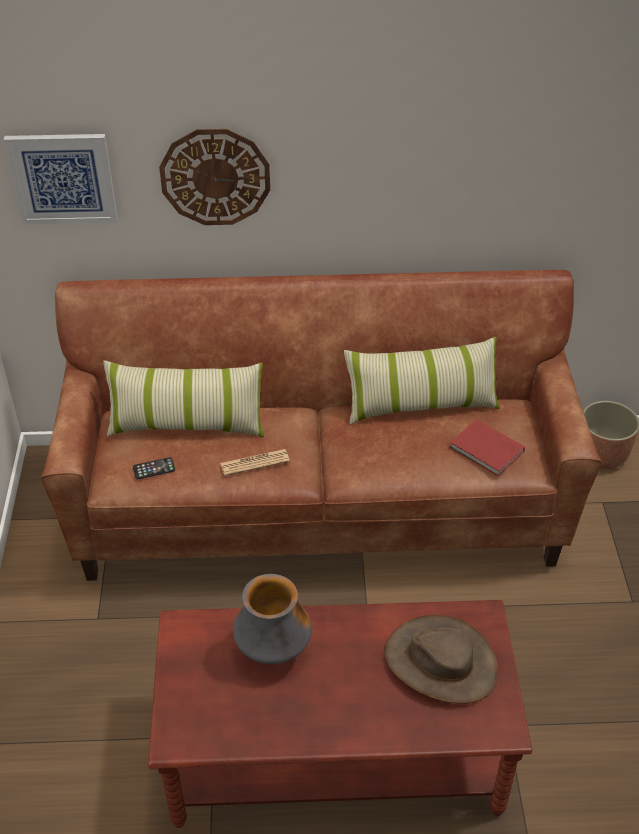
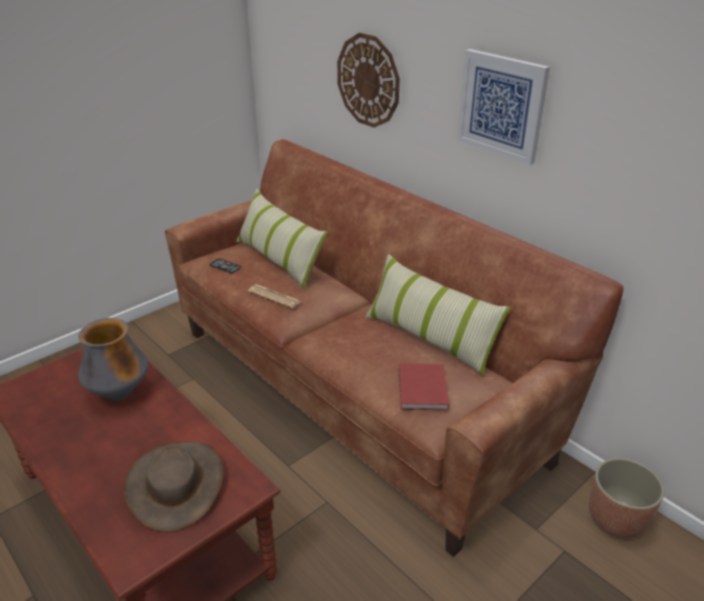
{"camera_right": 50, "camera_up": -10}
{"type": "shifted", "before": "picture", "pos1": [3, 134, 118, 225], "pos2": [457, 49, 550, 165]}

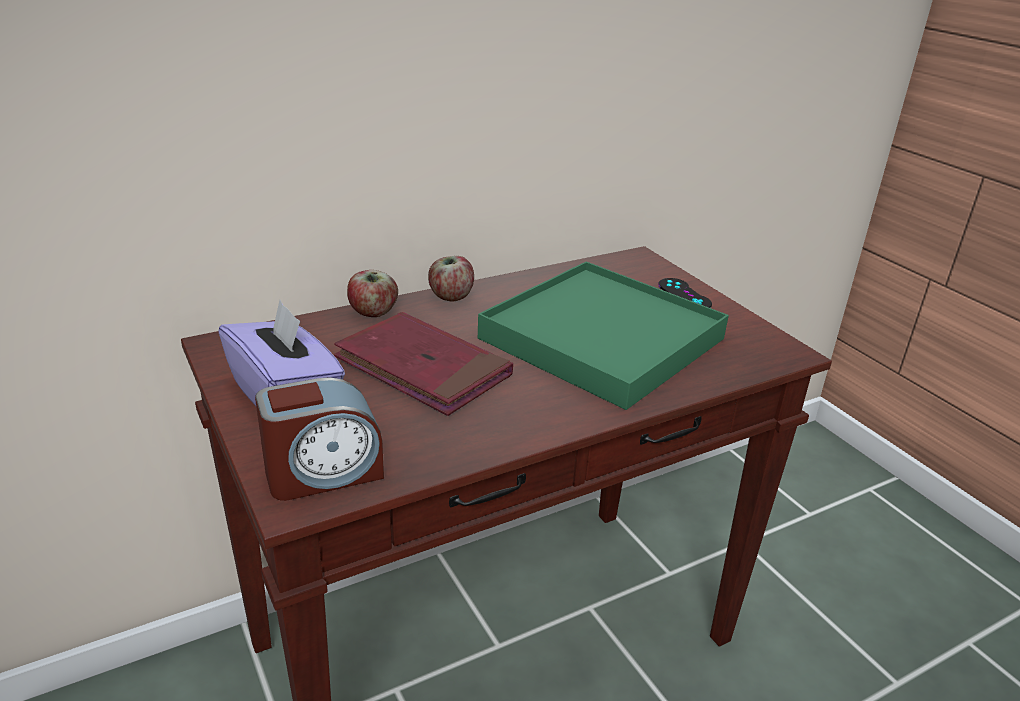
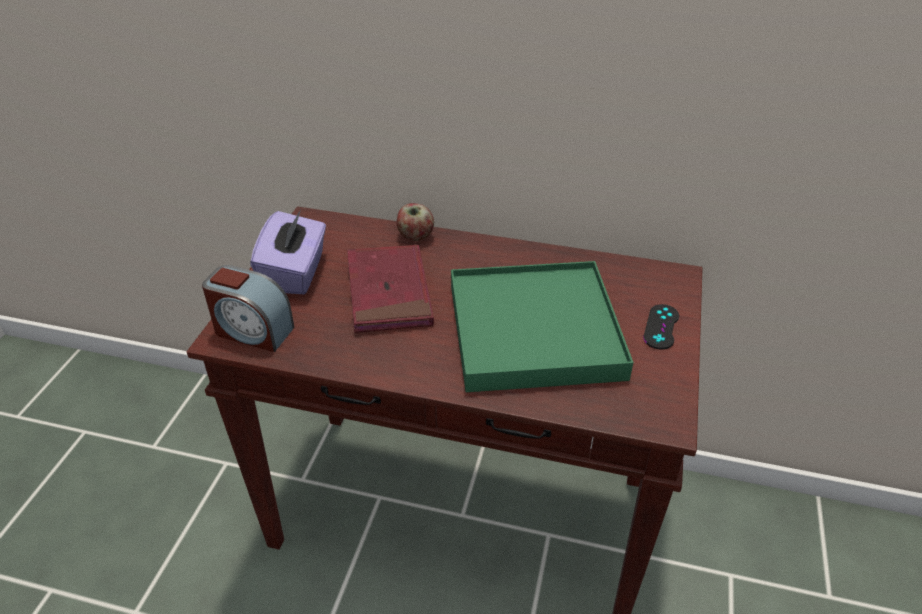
{"camera_right": 45, "camera_up": 10}
{"type": "gone", "before": "apple", "pos1": [428, 256, 474, 301]}

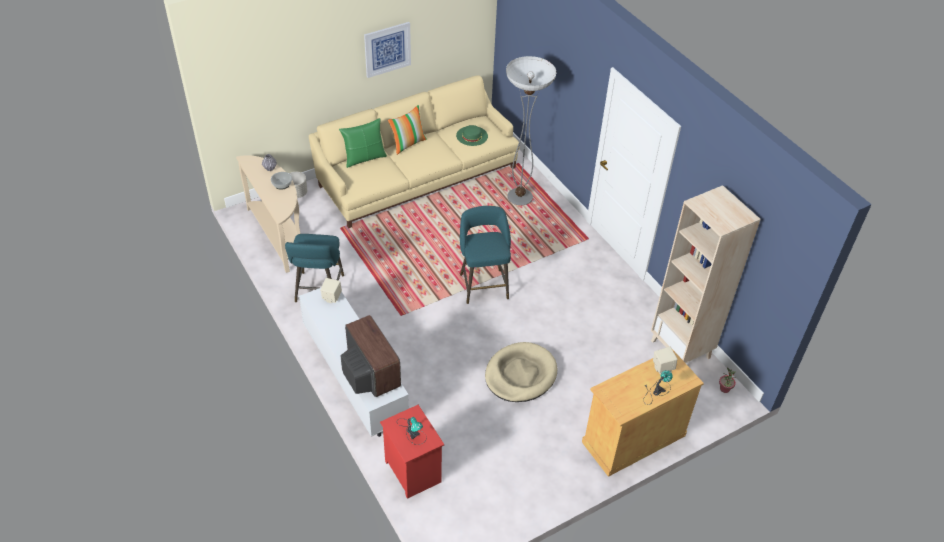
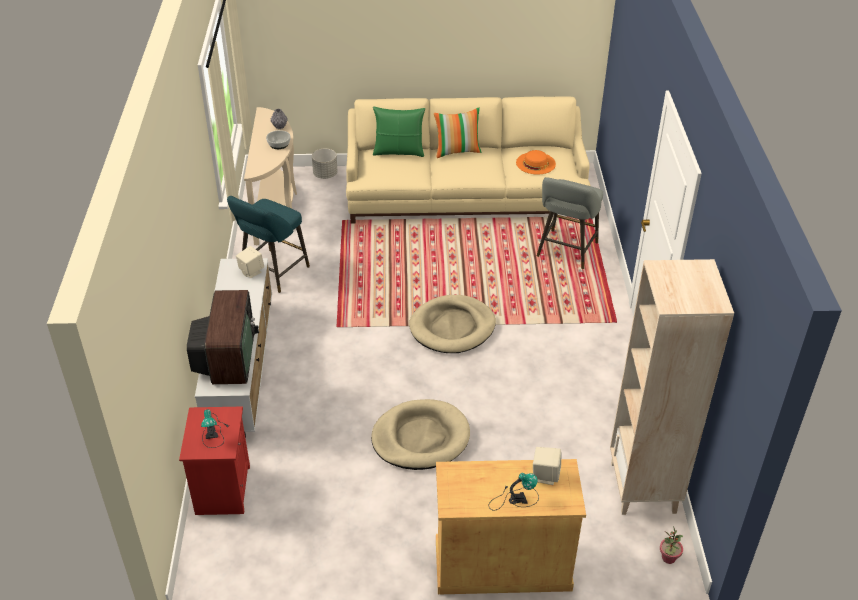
{"camera_right": 30, "camera_up": -5}
{"type": "swapped", "before": "stool (turquoise)", "after": "dog bed (beige)", "pos1": [460, 206, 511, 304], "pos2": [409, 295, 496, 353]}
{"type": "repainted", "before": "hat (green)", "after": "hat (orange)", "pos1": [456, 125, 488, 146], "pos2": [516, 150, 556, 175]}
{"type": "swapped", "before": "floor lamp", "after": "stool (grey)", "pos1": [506, 56, 556, 205], "pos2": [537, 177, 603, 269]}
{"type": "gone", "before": "picture", "pos1": [364, 22, 411, 78]}

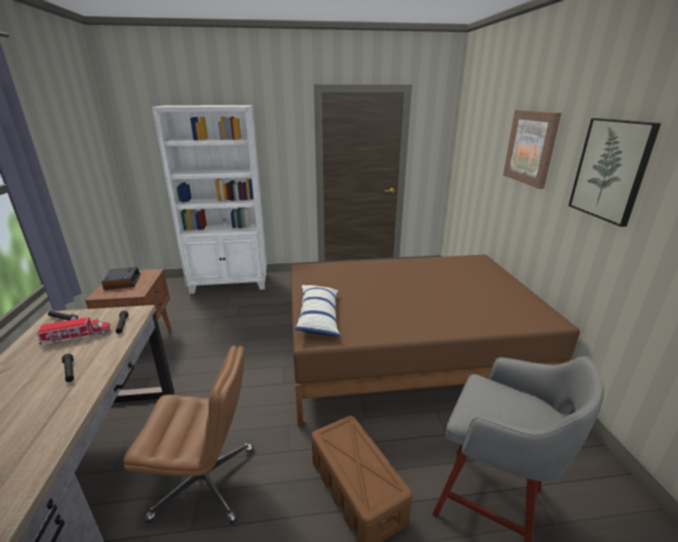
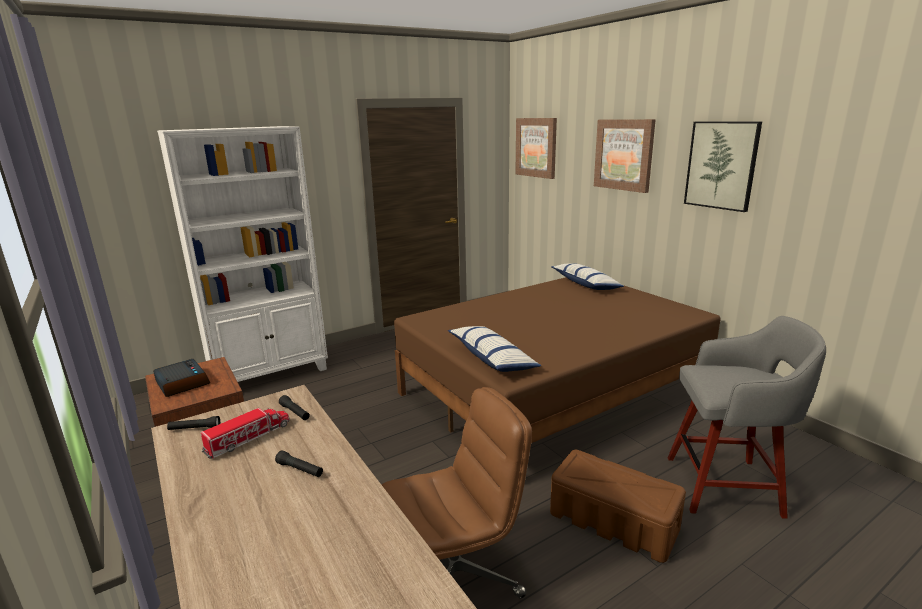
{"camera_right": -25, "camera_up": -5}
{"type": "new", "after": "picture", "pos2": [515, 118, 557, 179]}
{"type": "new", "after": "pillow", "pos2": [551, 263, 624, 290]}

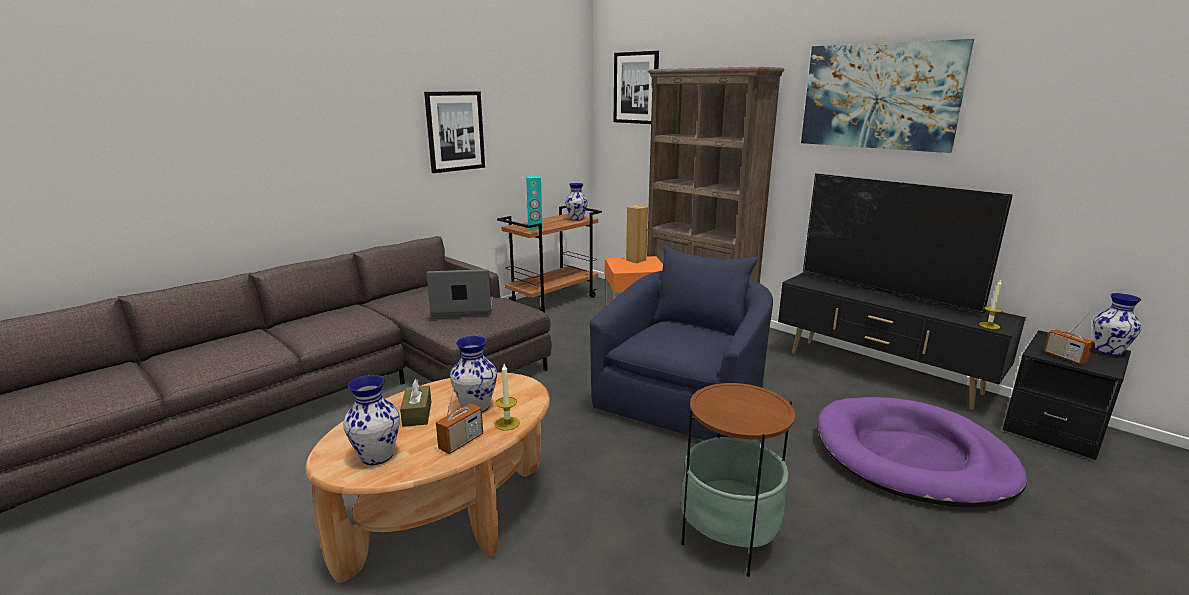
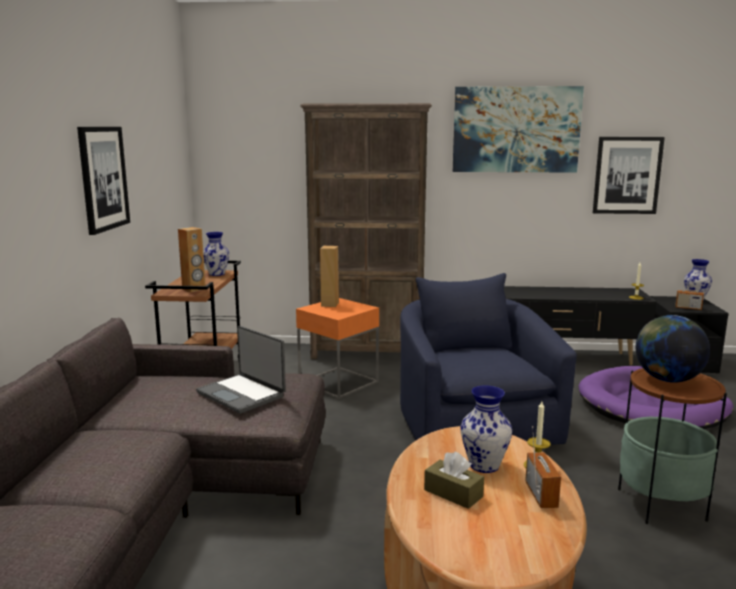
{"camera_right": -40, "camera_up": -5}
{"type": "repainted", "before": "speaker (turquoise)", "after": "speaker (brown)", "pos1": [526, 176, 543, 229], "pos2": [178, 227, 206, 292]}
{"type": "rotated", "before": "laptop", "pos1": [426, 269, 493, 317], "pos2": [196, 326, 286, 413], "turn": -90}
{"type": "shifted", "before": "picture", "pos1": [614, 51, 659, 124], "pos2": [593, 137, 665, 214]}
{"type": "new", "after": "globe", "pos2": [636, 315, 710, 383]}
{"type": "gone", "before": "vase", "pos1": [343, 375, 400, 465]}
{"type": "gone", "before": "television", "pos1": [803, 173, 1013, 314]}

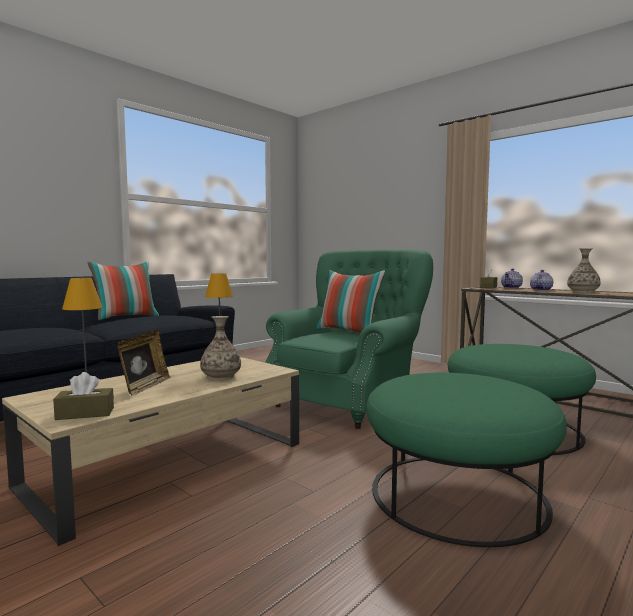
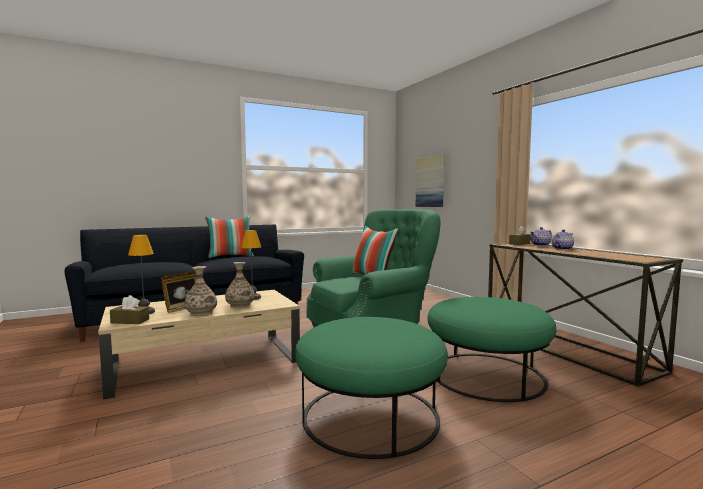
{"camera_right": 20, "camera_up": 0}
{"type": "shifted", "before": "vase", "pos1": [567, 248, 601, 293], "pos2": [184, 266, 217, 316]}
{"type": "new", "after": "picture", "pos2": [416, 155, 444, 207]}

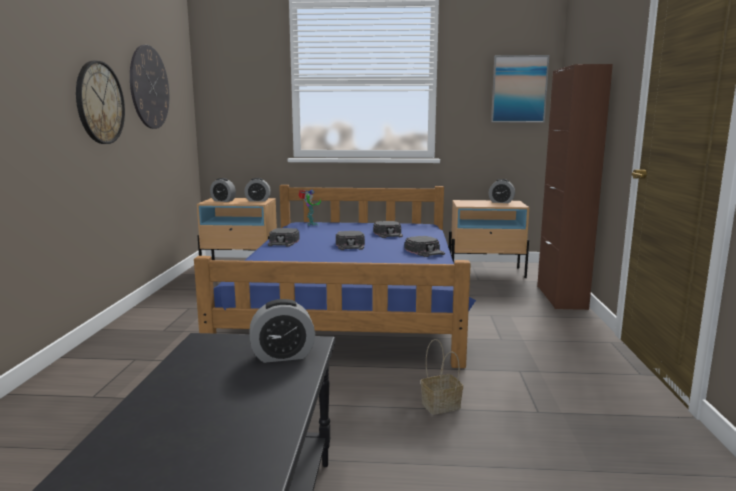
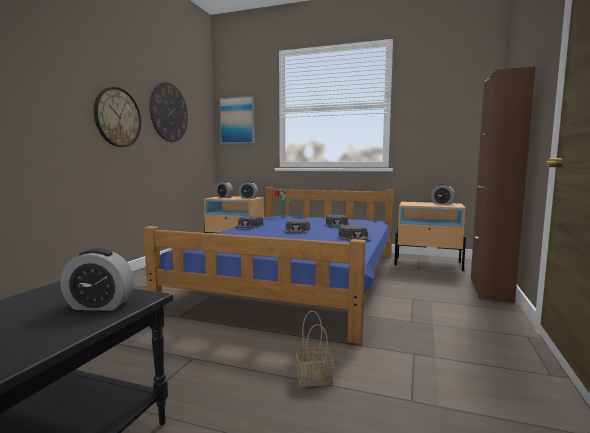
{"camera_right": 15, "camera_up": -5}
{"type": "shifted", "before": "picture", "pos1": [491, 55, 549, 122], "pos2": [219, 96, 255, 144]}

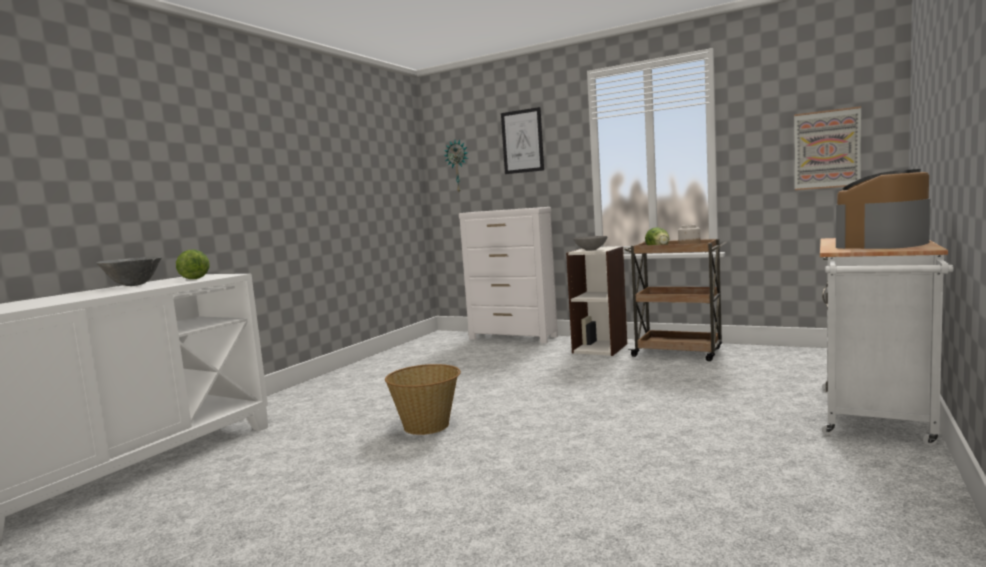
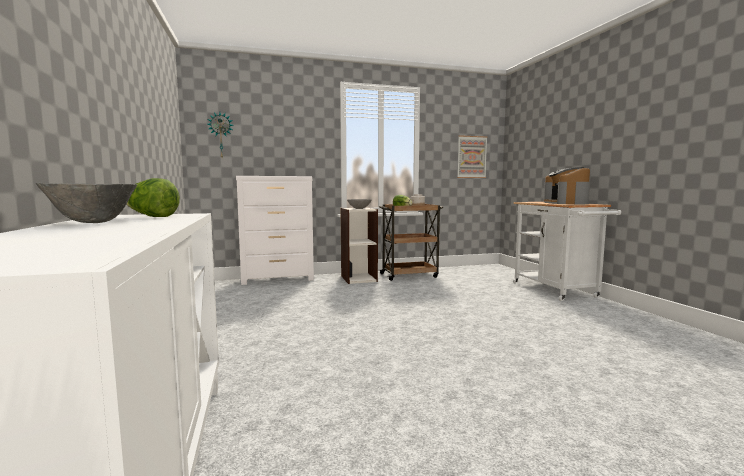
{"camera_right": -45, "camera_up": 0}
{"type": "gone", "before": "basket", "pos1": [385, 364, 461, 435]}
{"type": "gone", "before": "picture", "pos1": [501, 107, 544, 174]}

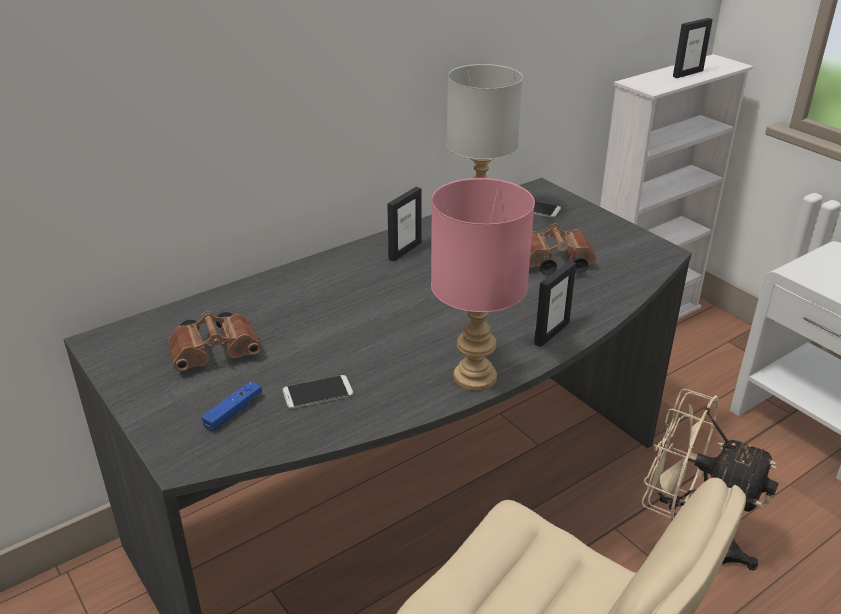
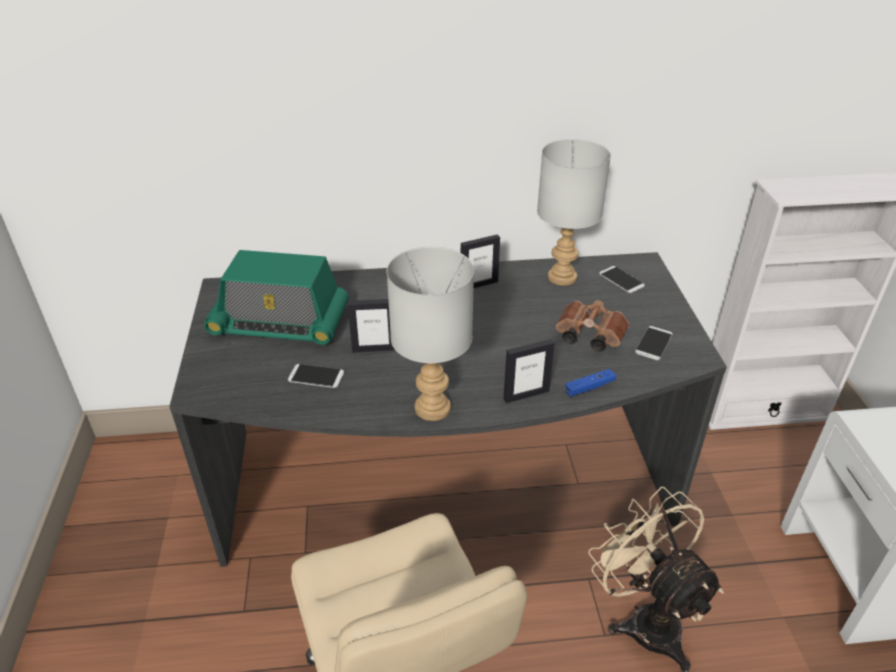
{"camera_right": 30, "camera_up": 5}
{"type": "swapped", "before": "binoculars (brown)", "after": "radio", "pos1": [168, 311, 262, 371], "pos2": [204, 250, 349, 345]}
{"type": "shifted", "before": "picture frame", "pos1": [673, 18, 713, 78], "pos2": [348, 299, 395, 353]}
{"type": "repainted", "before": "table lamp (pink)", "after": "table lamp (grey)", "pos1": [431, 178, 535, 391], "pos2": [387, 247, 474, 421]}
{"type": "shifted", "before": "game controller (blue)", "pos1": [201, 381, 262, 431], "pos2": [565, 369, 616, 397]}
{"type": "new", "after": "phone", "pos2": [635, 326, 673, 360]}

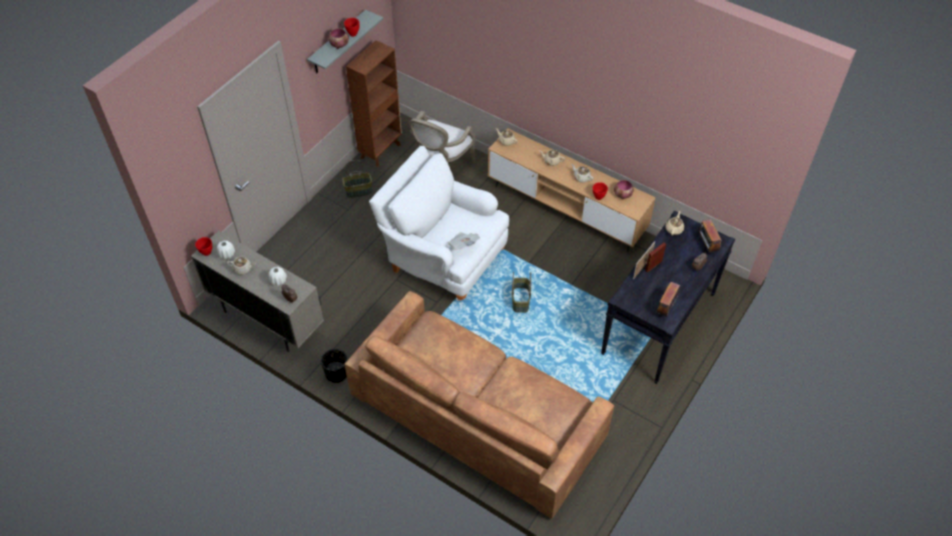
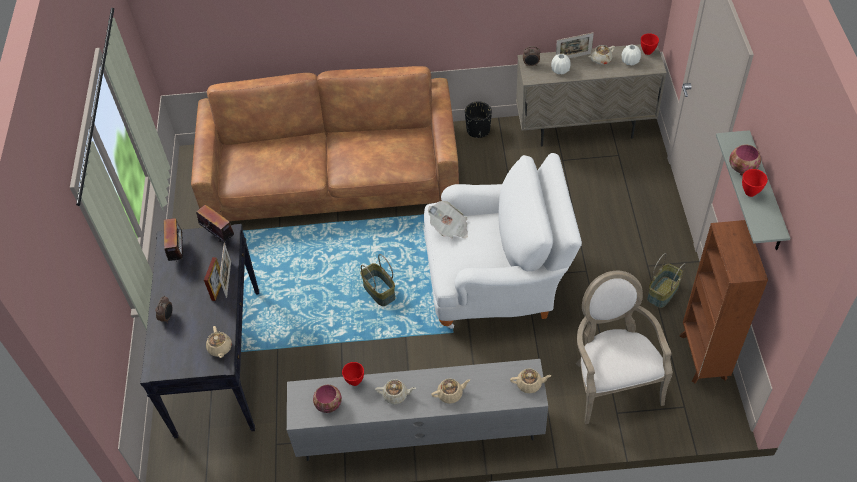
{"camera_right": 145, "camera_up": 0}
{"type": "shifted", "before": "radio", "pos1": [698, 219, 721, 254], "pos2": [196, 205, 234, 243]}
{"type": "repainted", "before": "tv stand (brown)", "after": "tv stand (grey)", "pos1": [488, 128, 656, 252], "pos2": [287, 359, 548, 461]}
{"type": "new", "after": "picture frame", "pos2": [556, 32, 594, 58]}

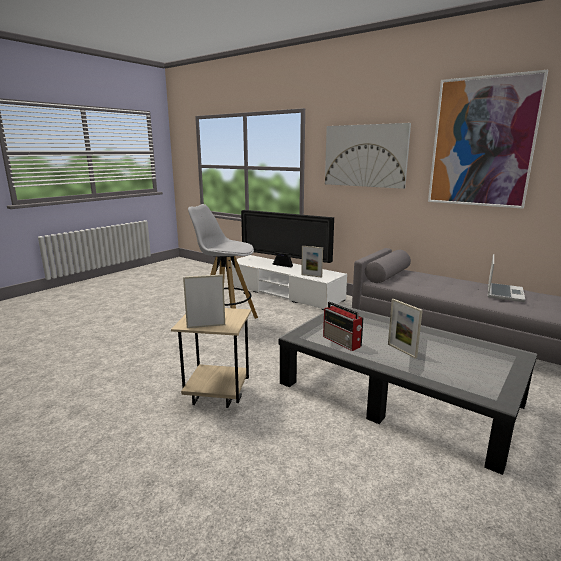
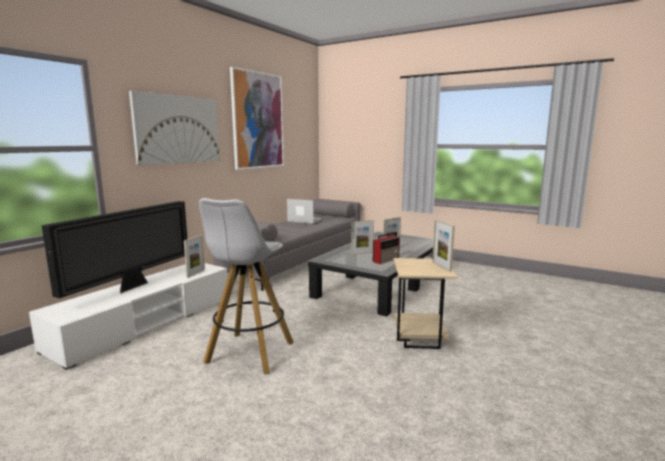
{"camera_right": -95, "camera_up": -5}
{"type": "new", "after": "picture frame", "pos2": [351, 220, 374, 255]}

